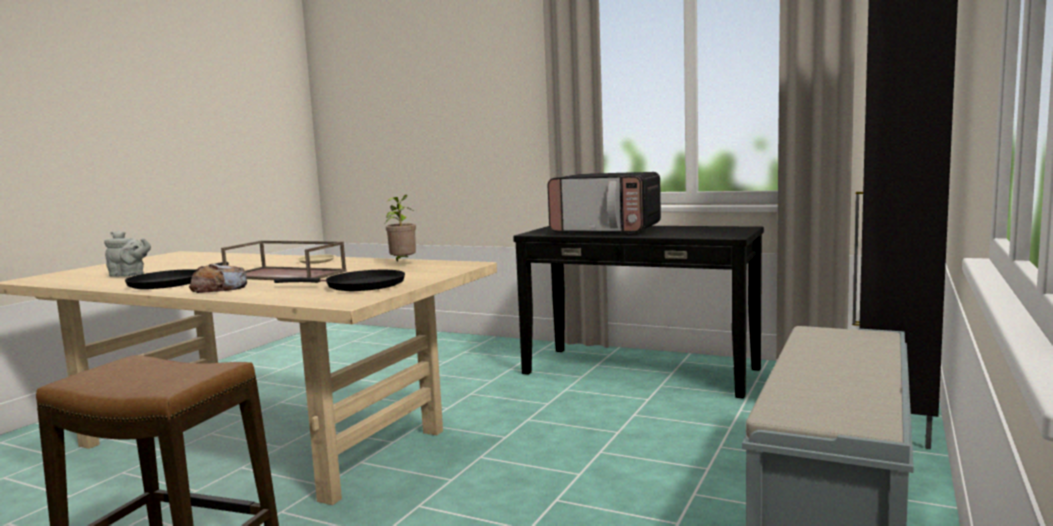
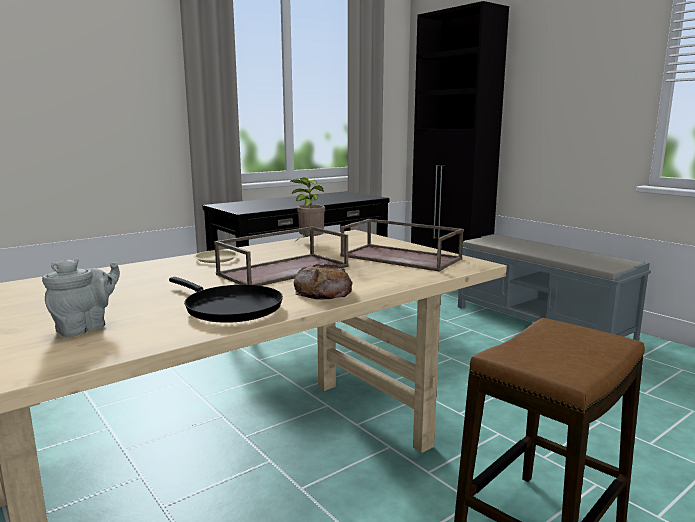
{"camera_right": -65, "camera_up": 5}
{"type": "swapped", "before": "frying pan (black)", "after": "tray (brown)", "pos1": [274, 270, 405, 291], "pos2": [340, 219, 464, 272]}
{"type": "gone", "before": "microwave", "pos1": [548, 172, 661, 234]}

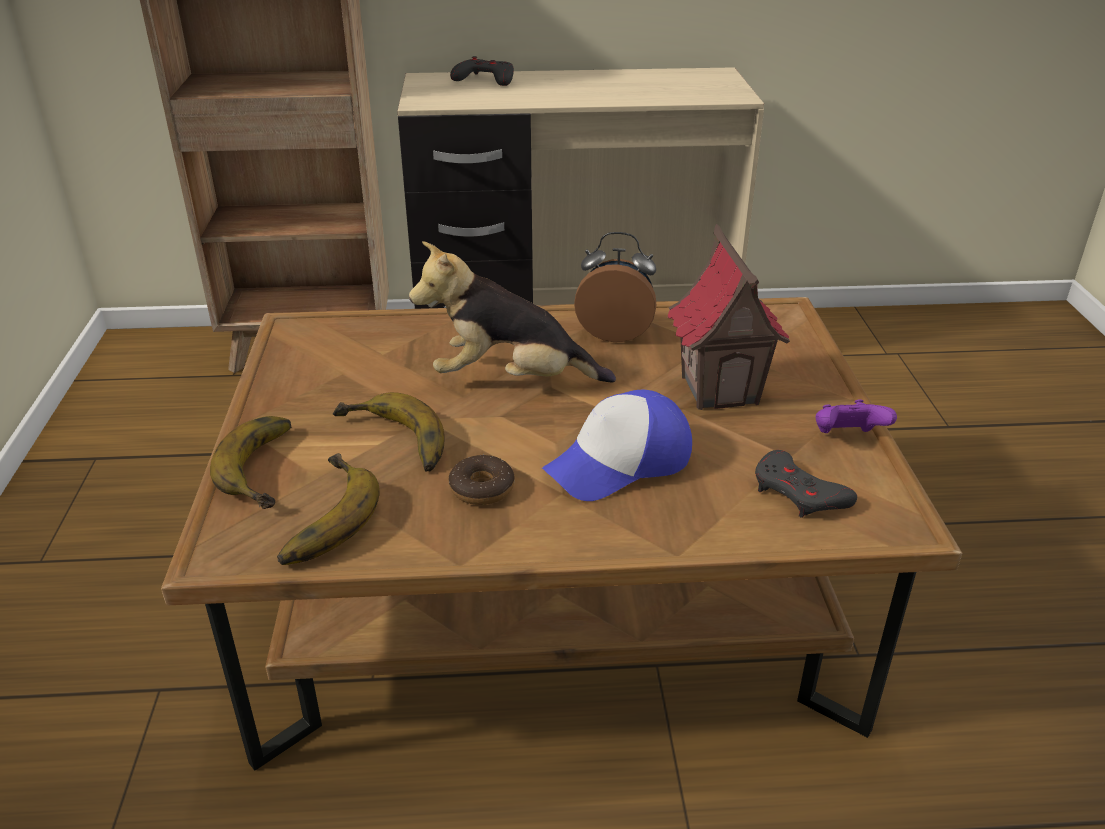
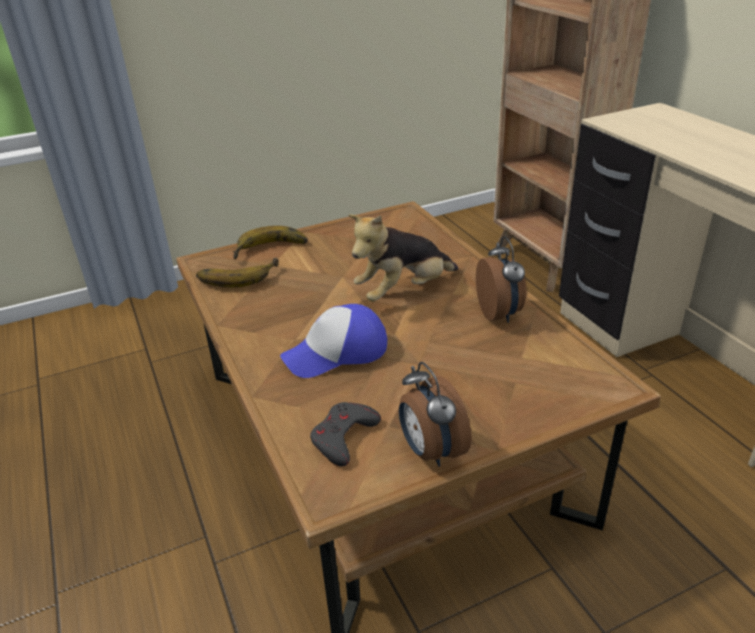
{"camera_right": 70, "camera_up": 0}
{"type": "rotated", "before": "cap", "pos1": [542, 390, 692, 501], "pos2": [280, 304, 387, 378], "turn": -60}
{"type": "rotated", "before": "plush toy", "pos1": [409, 241, 616, 383], "pos2": [348, 214, 458, 302], "turn": -105}
{"type": "swapped", "before": "game controller (purple)", "after": "alarm clock", "pos1": [816, 399, 897, 433], "pos2": [399, 362, 472, 467]}
{"type": "gone", "before": "banana", "pos1": [333, 392, 445, 472]}
{"type": "gone", "before": "donut", "pos1": [449, 454, 515, 505]}
{"type": "gone", "before": "game controller (grey)", "pos1": [450, 56, 514, 86]}
{"type": "gone", "before": "toy house", "pos1": [667, 224, 790, 410]}

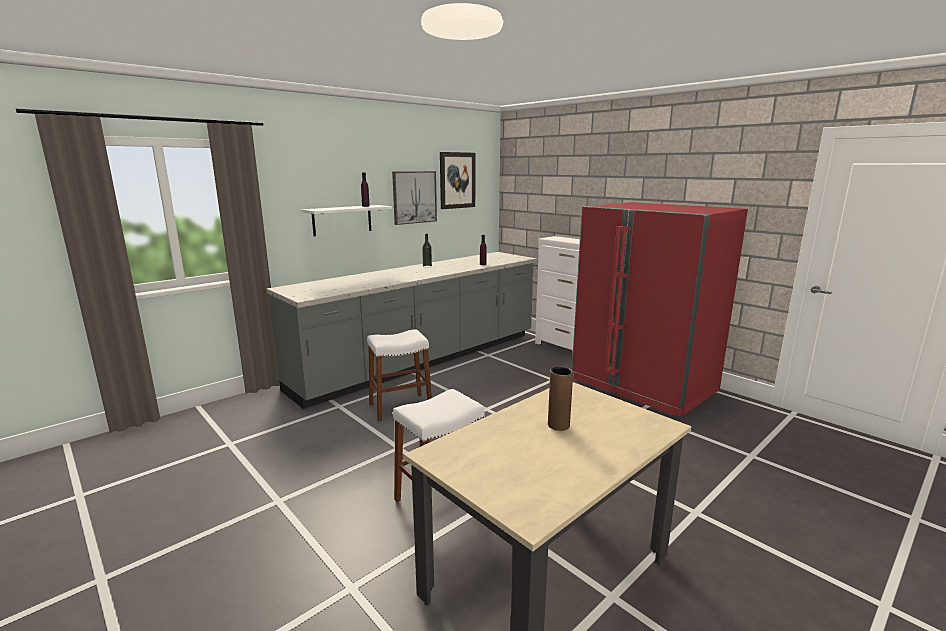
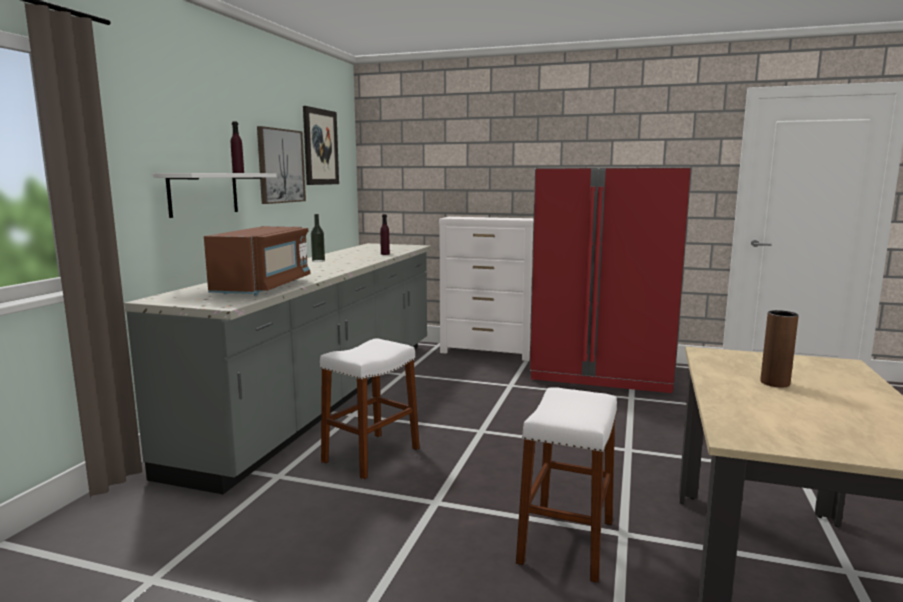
{"camera_right": -30, "camera_up": -5}
{"type": "new", "after": "microwave (brown)", "pos2": [204, 226, 310, 295]}

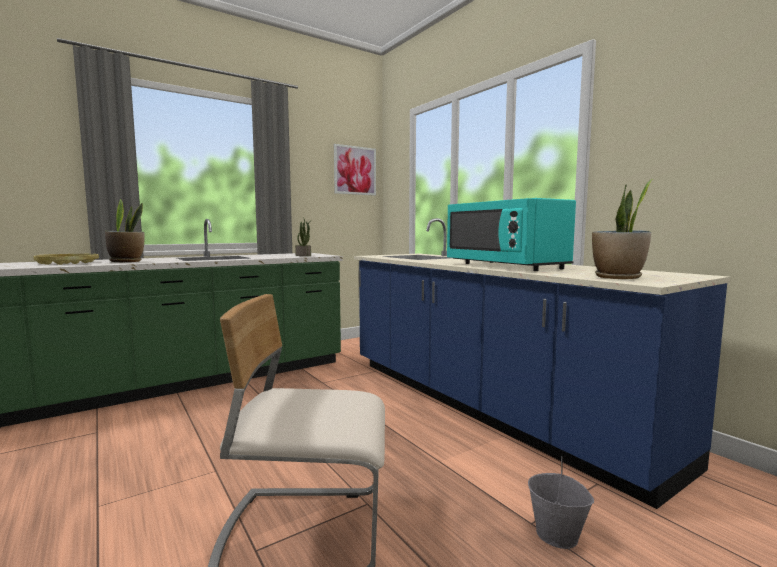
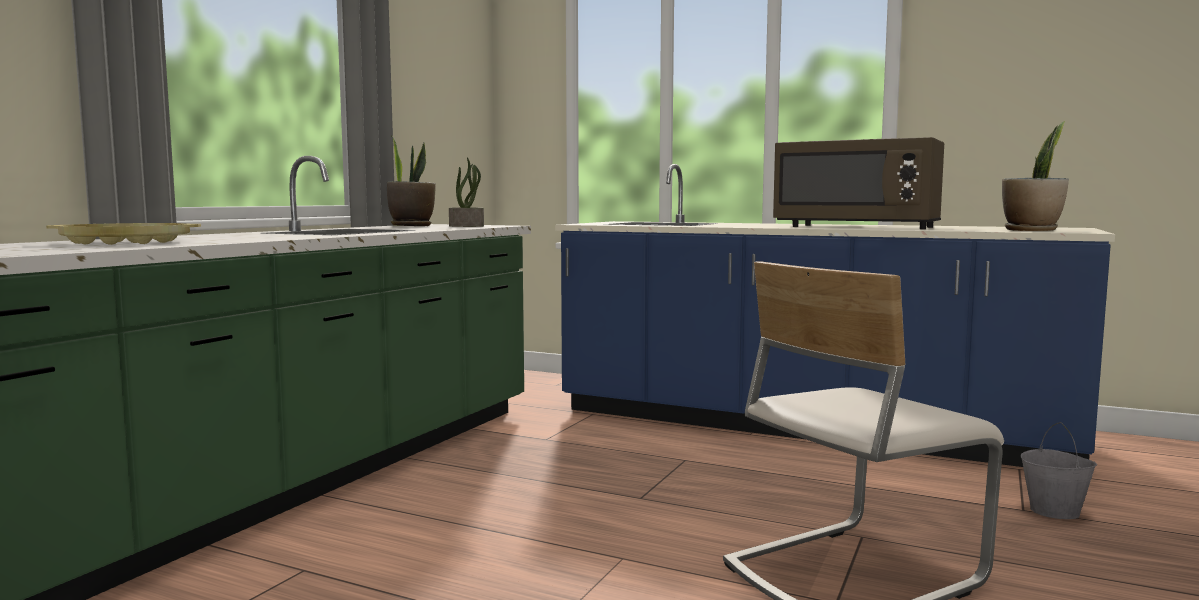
{"camera_right": -30, "camera_up": 0}
{"type": "shifted", "before": "potted plant", "pos1": [105, 199, 144, 262], "pos2": [387, 135, 436, 226]}
{"type": "repainted", "before": "microwave (turquoise)", "after": "microwave (brown)", "pos1": [447, 198, 576, 271], "pos2": [773, 137, 944, 229]}
{"type": "gone", "before": "picture", "pos1": [334, 144, 376, 196]}

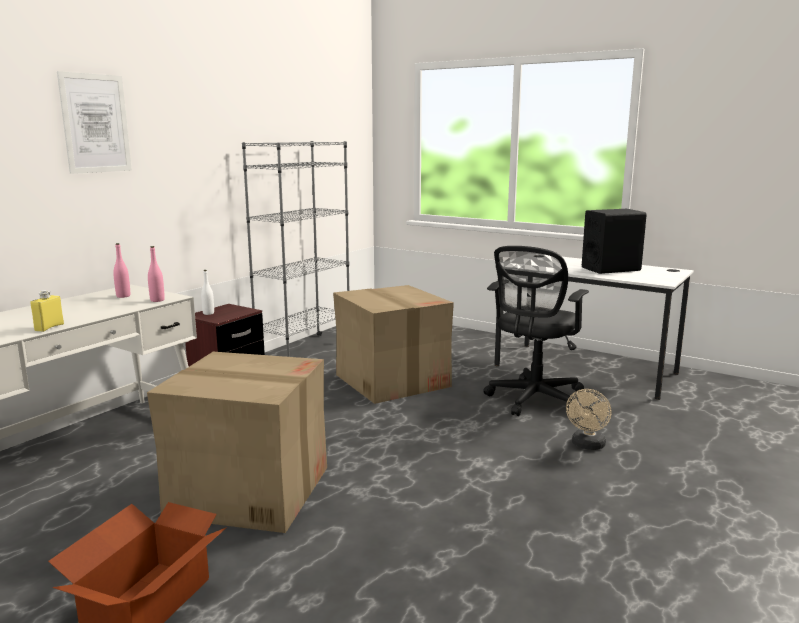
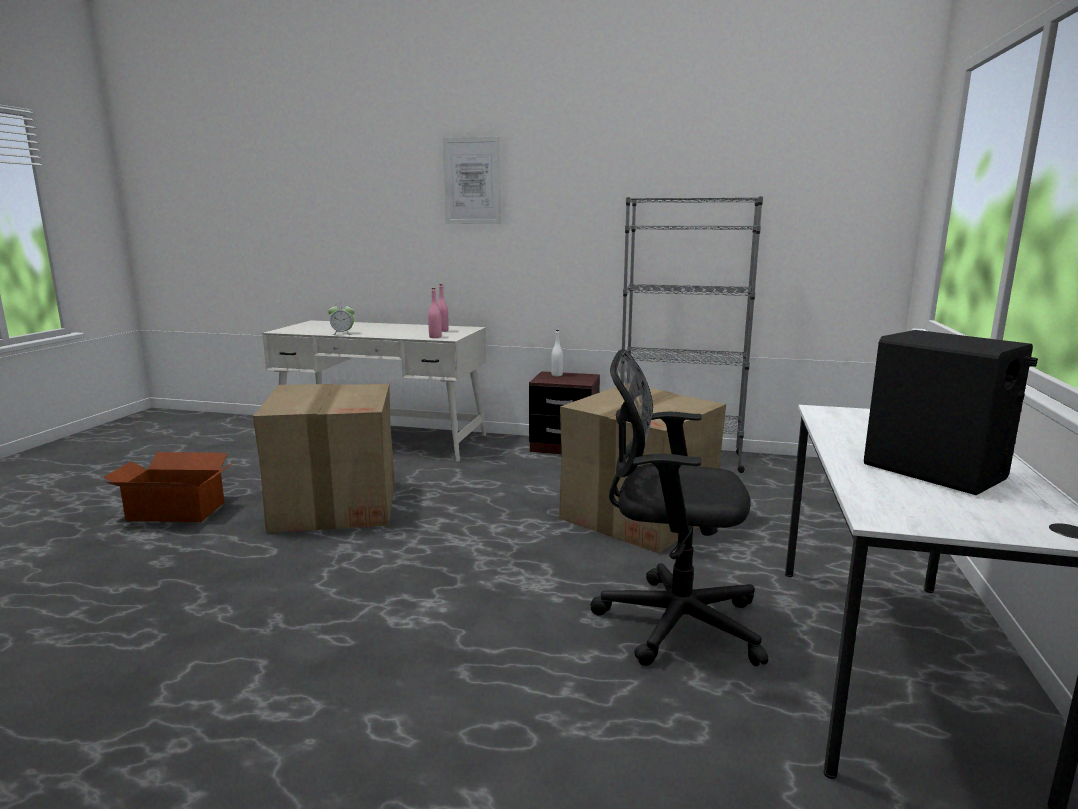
{"camera_right": 70, "camera_up": 0}
{"type": "swapped", "before": "bottle (yellow)", "after": "alarm clock", "pos1": [30, 290, 64, 332], "pos2": [328, 303, 355, 335]}
{"type": "gone", "before": "fan (beige)", "pos1": [566, 389, 612, 450]}

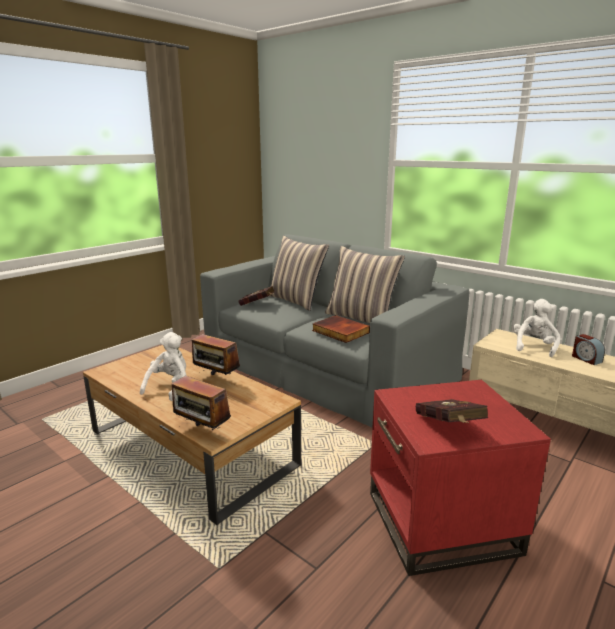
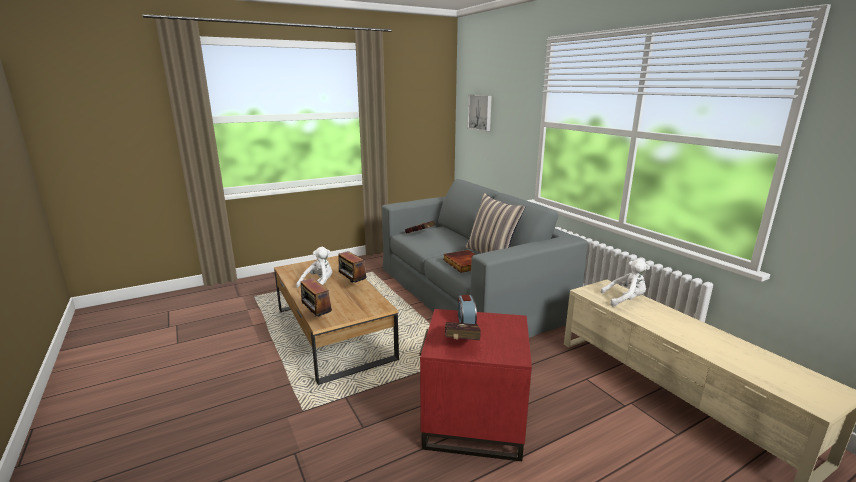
{"camera_right": 20, "camera_up": 0}
{"type": "shifted", "before": "alarm clock", "pos1": [572, 334, 605, 365], "pos2": [458, 295, 477, 324]}
{"type": "new", "after": "picture", "pos2": [468, 95, 492, 131]}
{"type": "rotated", "before": "plush toy (white)", "pos1": [513, 299, 560, 357], "pos2": [601, 259, 650, 307], "turn": 45}
{"type": "gone", "before": "pillow", "pos1": [269, 236, 329, 311]}

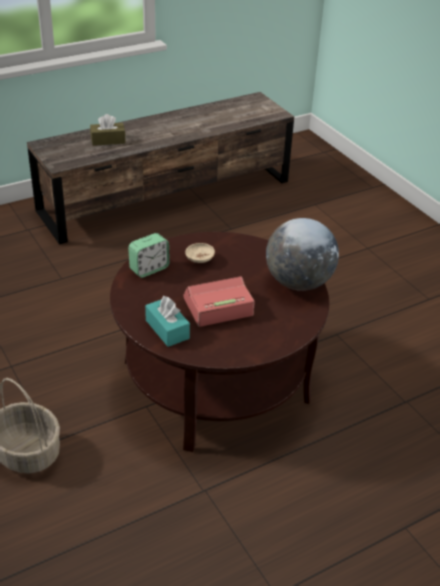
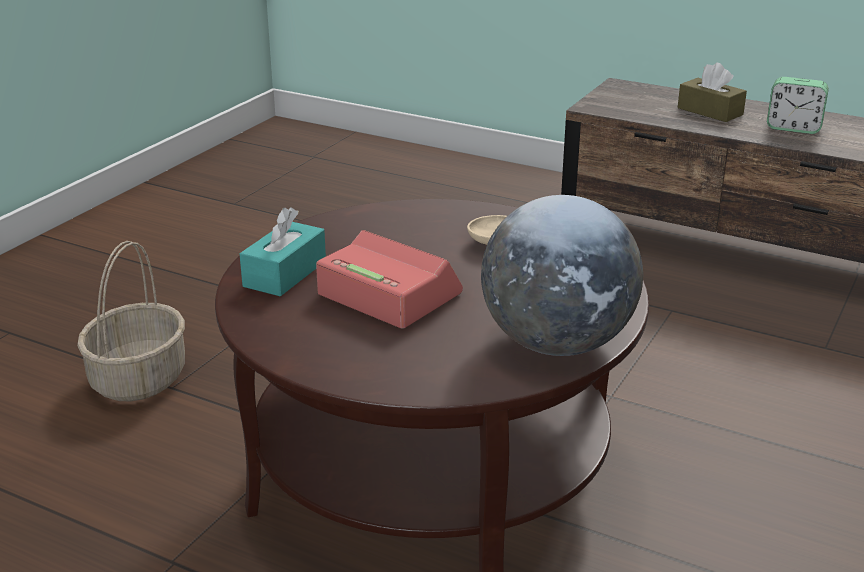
{"camera_right": 60, "camera_up": -10}
{"type": "shifted", "before": "alarm clock", "pos1": [128, 233, 170, 278], "pos2": [767, 77, 829, 134]}

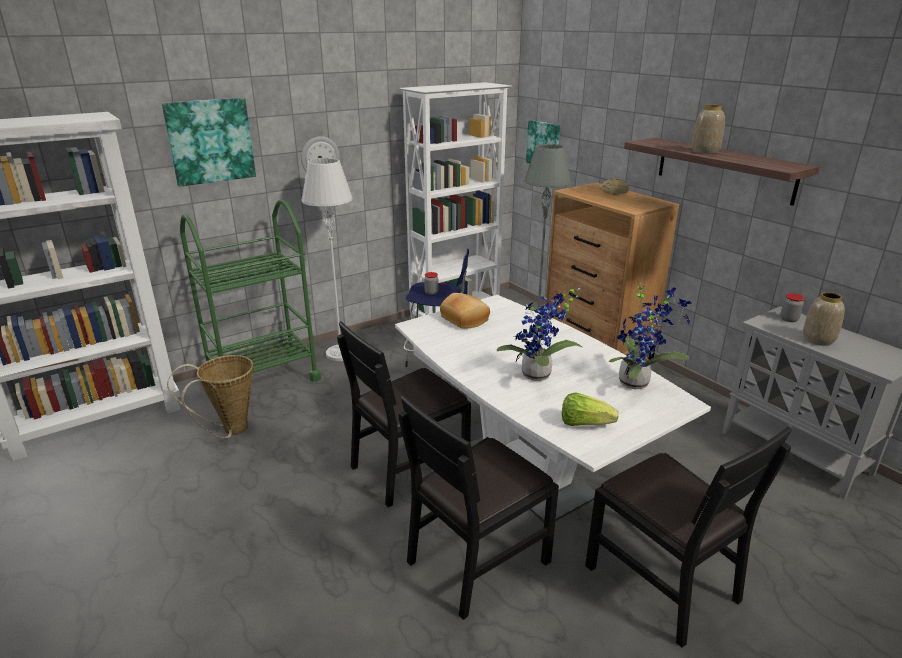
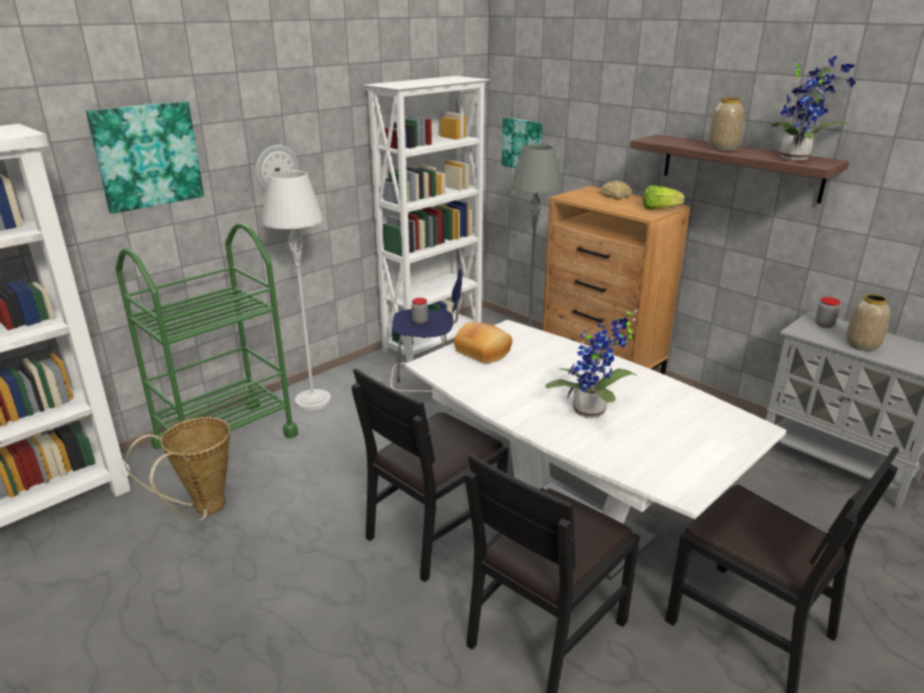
{"camera_right": -10, "camera_up": 0}
{"type": "shifted", "before": "lettuce", "pos1": [562, 392, 619, 426], "pos2": [643, 185, 685, 209]}
{"type": "shifted", "before": "potted plant", "pos1": [609, 283, 691, 389], "pos2": [771, 56, 856, 161]}

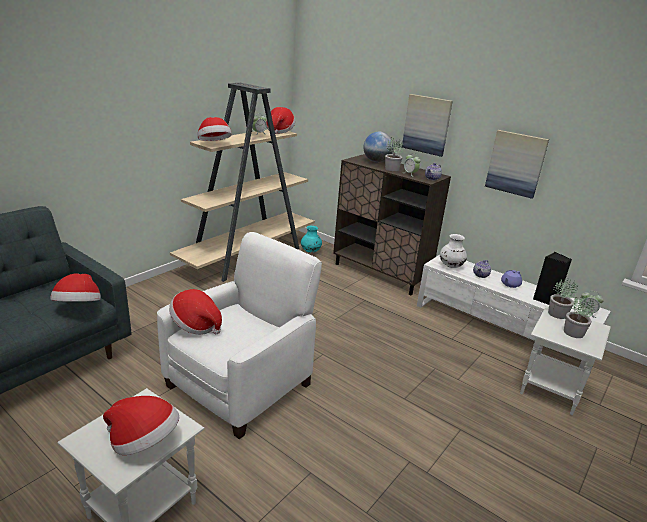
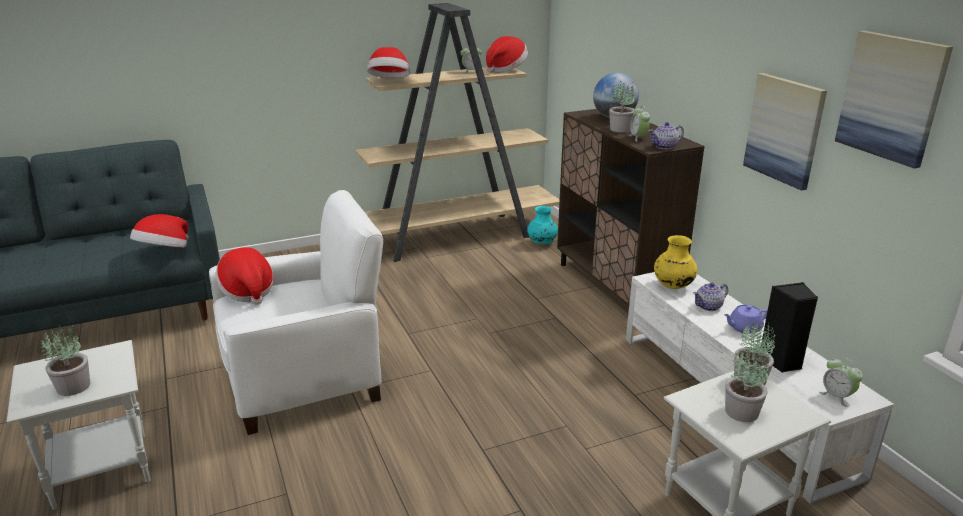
{"camera_right": 30, "camera_up": 0}
{"type": "swapped", "before": "hat", "after": "potted plant", "pos1": [103, 396, 179, 455], "pos2": [41, 324, 90, 396]}
{"type": "repainted", "before": "vase (white)", "after": "vase (yellow)", "pos1": [440, 234, 467, 268], "pos2": [654, 235, 697, 289]}
{"type": "shifted", "before": "picture", "pos1": [402, 94, 453, 157], "pos2": [835, 31, 953, 168]}

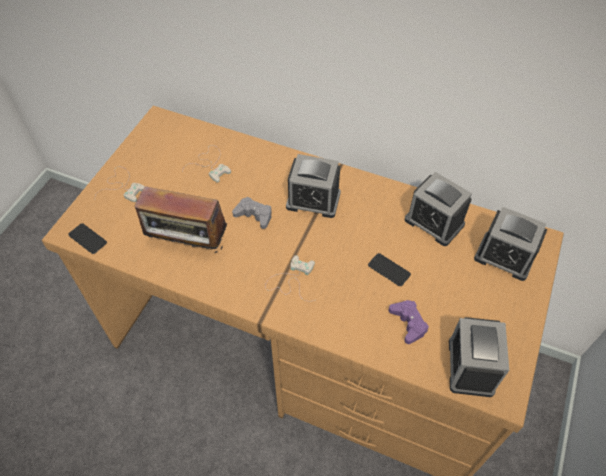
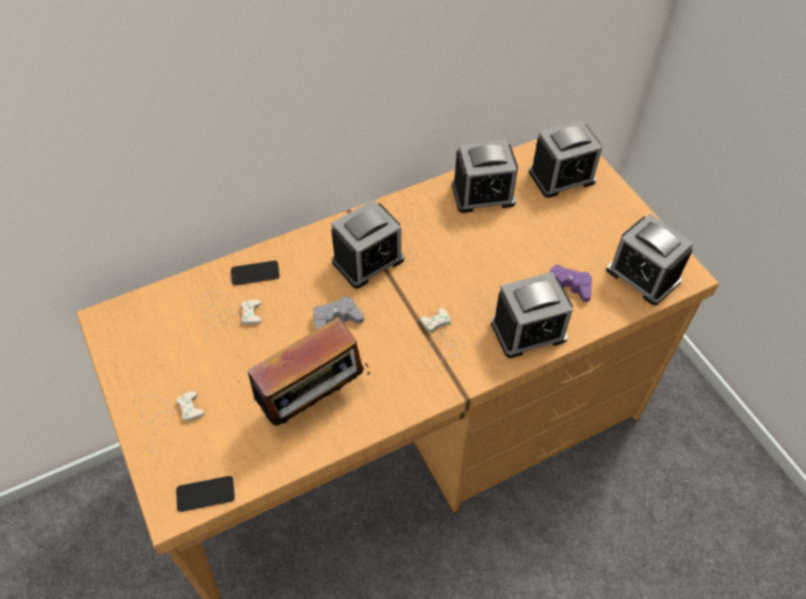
{"camera_right": -50, "camera_up": 0}
{"type": "shifted", "before": "phone", "pos1": [368, 253, 411, 286], "pos2": [231, 261, 280, 285]}
{"type": "new", "after": "alarm clock", "pos2": [491, 272, 573, 358]}

